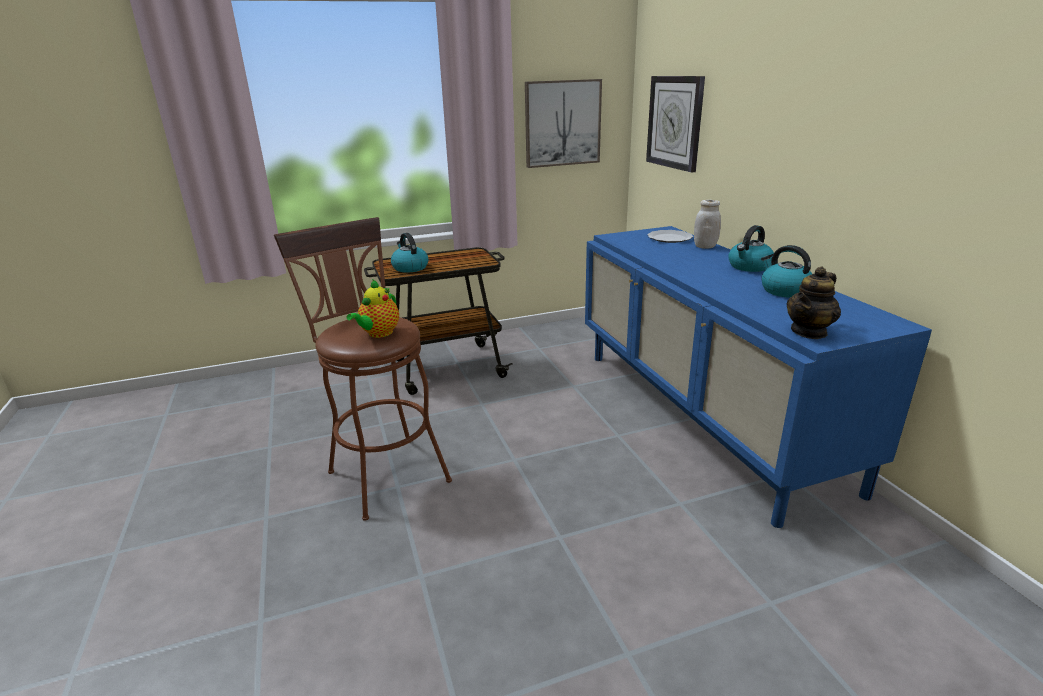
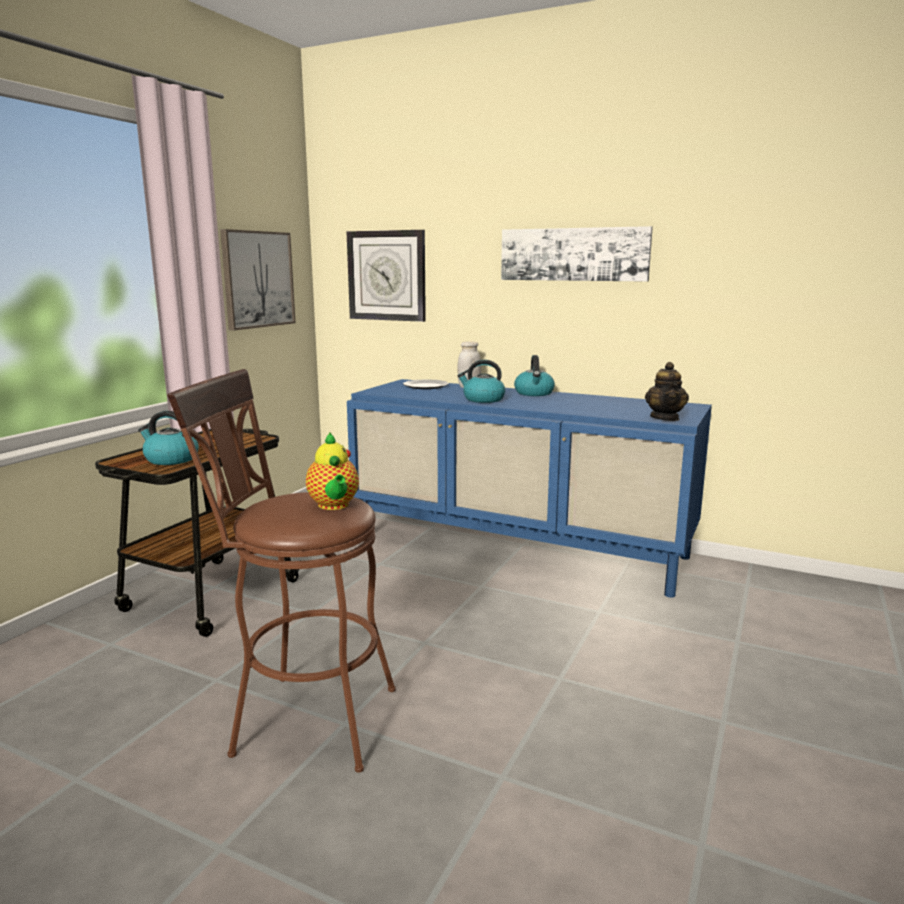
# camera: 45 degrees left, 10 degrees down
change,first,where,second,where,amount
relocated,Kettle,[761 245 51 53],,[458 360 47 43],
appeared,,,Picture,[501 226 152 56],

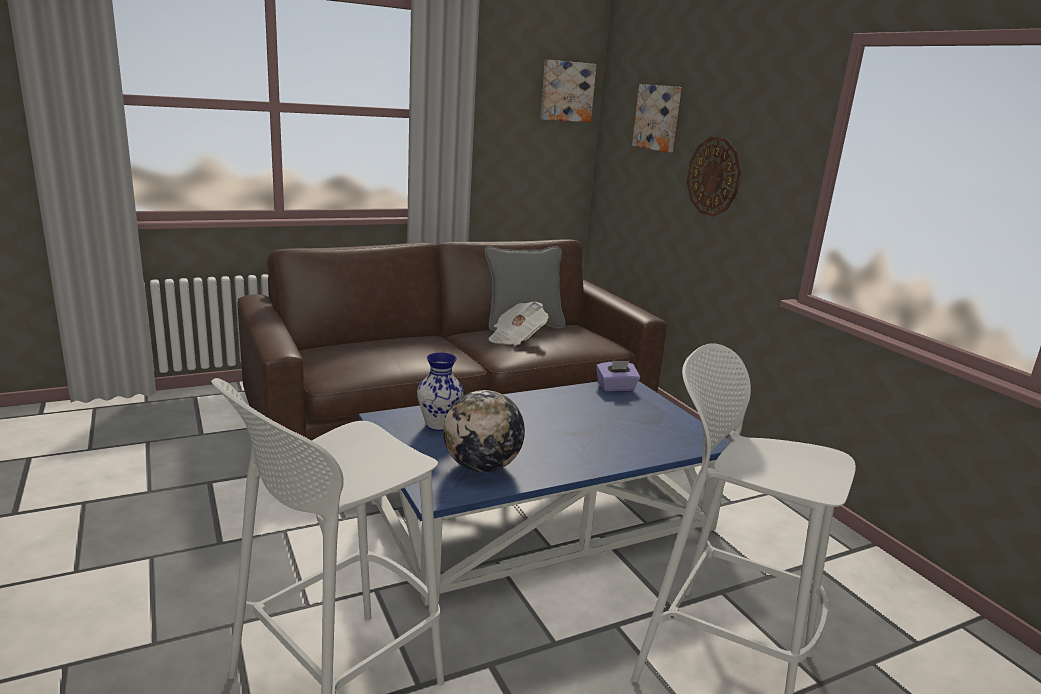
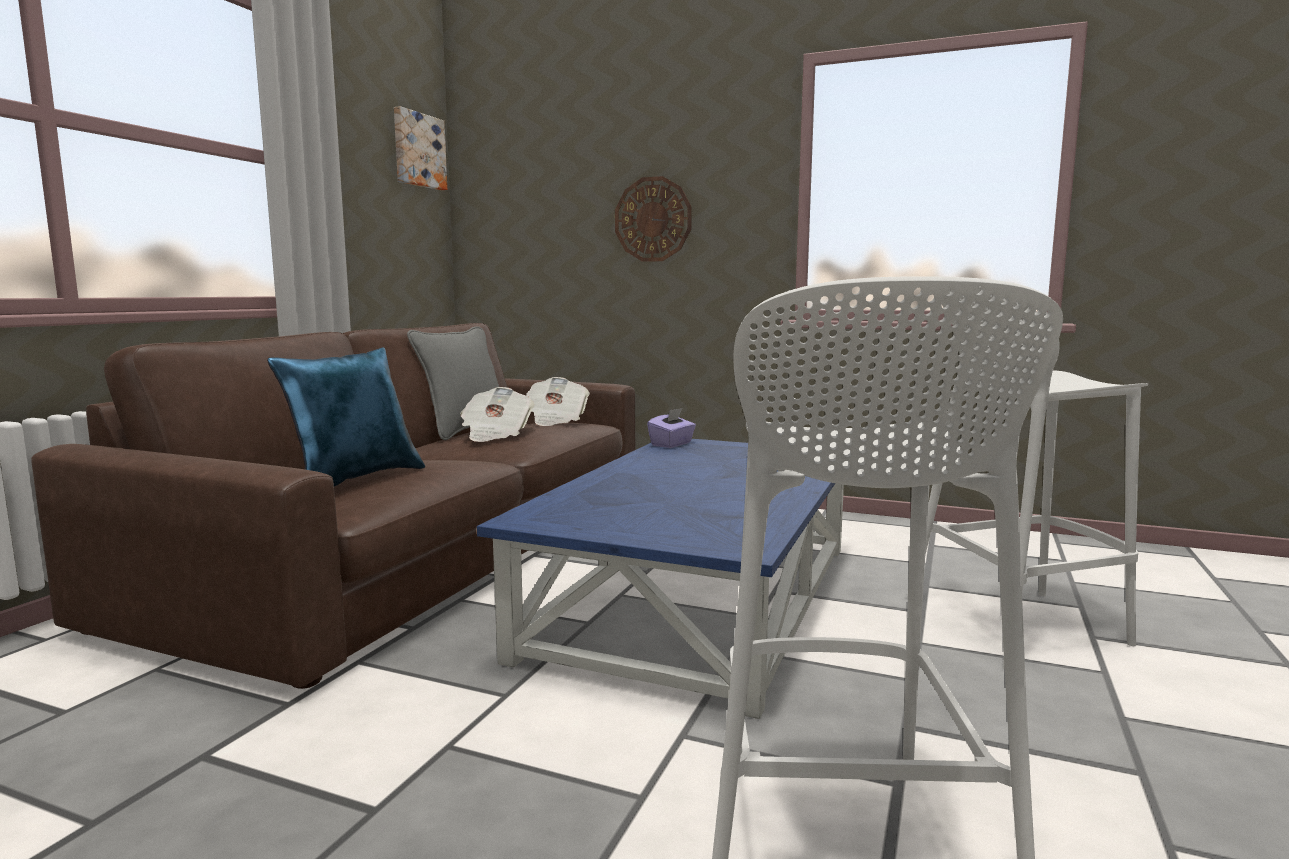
# camera: 40 degrees left, 10 degrees down
change,first,where,second,where,amount
appeared,,,BluePillow,[267 347 158 140],
appeared,,,Newspaper,[526 377 64 49],
missing,Vase,[417 352 47 79],,,
missing,Globe,[443 390 82 82],,,
missing,Picture,[632 84 50 69],,,

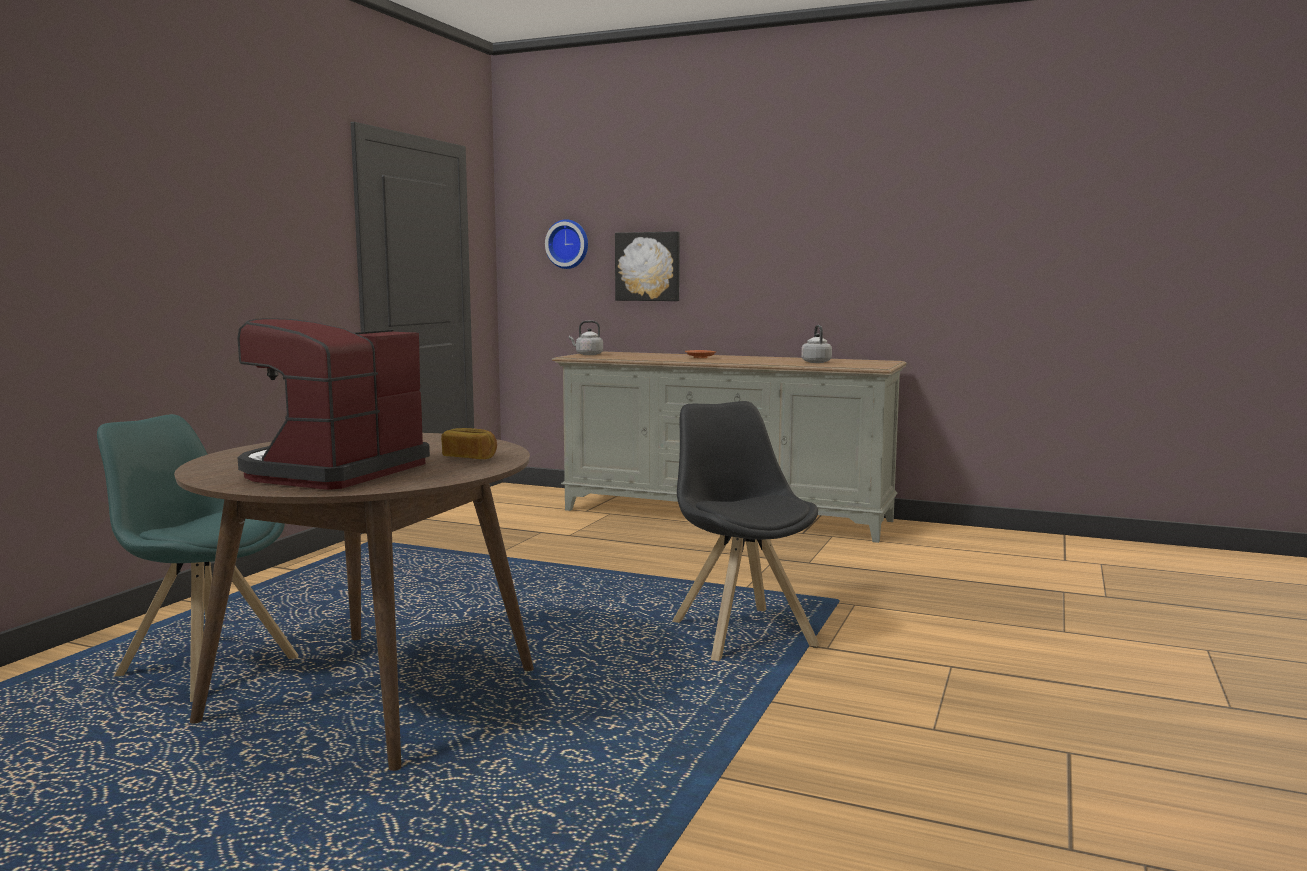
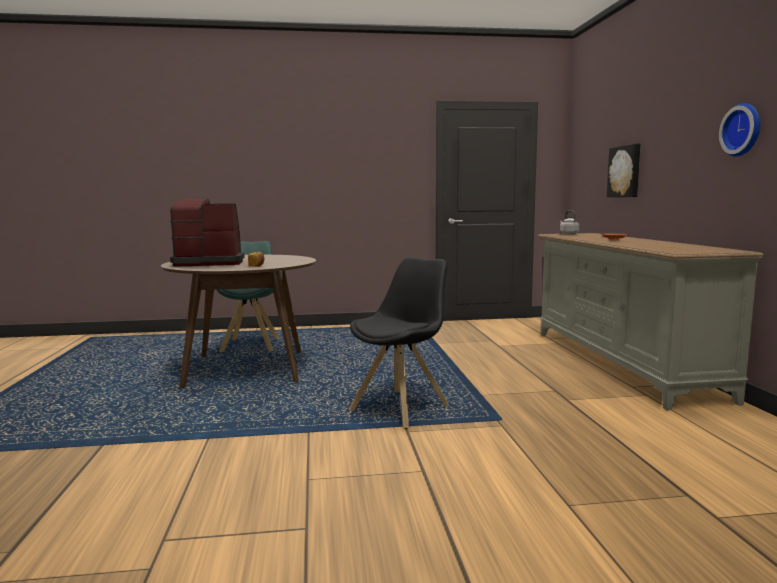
# camera: 60 degrees right, 0 degrees up
change,first,where,second,where,amount
relocated,WallClock,[545 219 43 50],,[719 103 42 54],
missing,GreyKettle,[801 325 31 38],,,

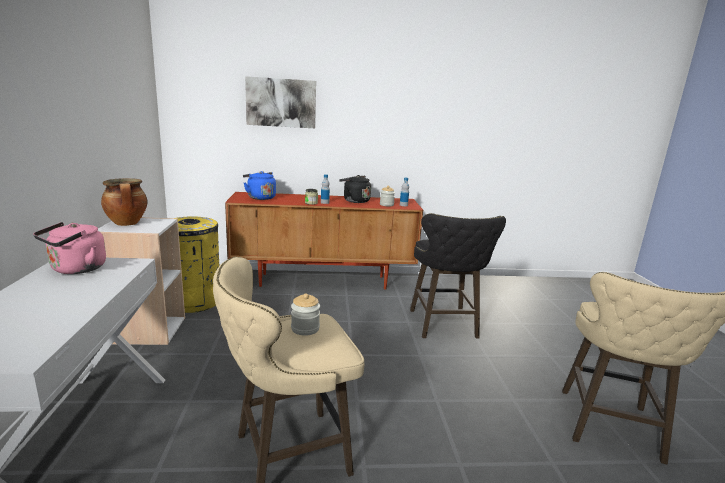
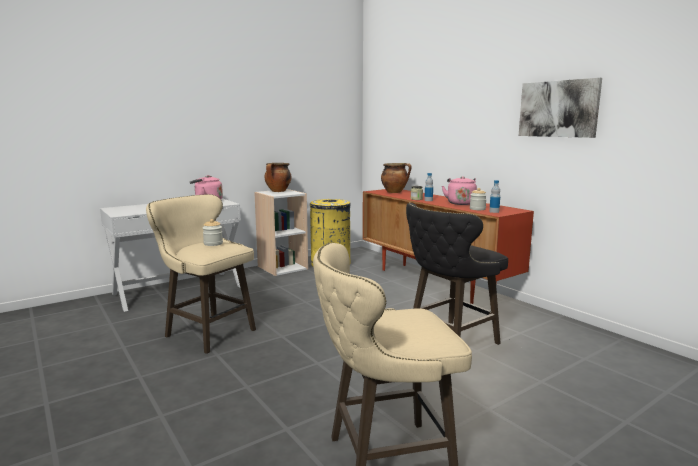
# camera: 60 degrees right, 5 degrees down
change,first,where,second,where,amount
exchanged,BlueKettle,[243 171 33 29],CookingPot,[381 163 31 30],
colour,BlackKettle,[339 175 32 28],PinkKettle,[442 176 35 29],
relocated,Picture,[245 76 71 52],,[519 78 83 60],

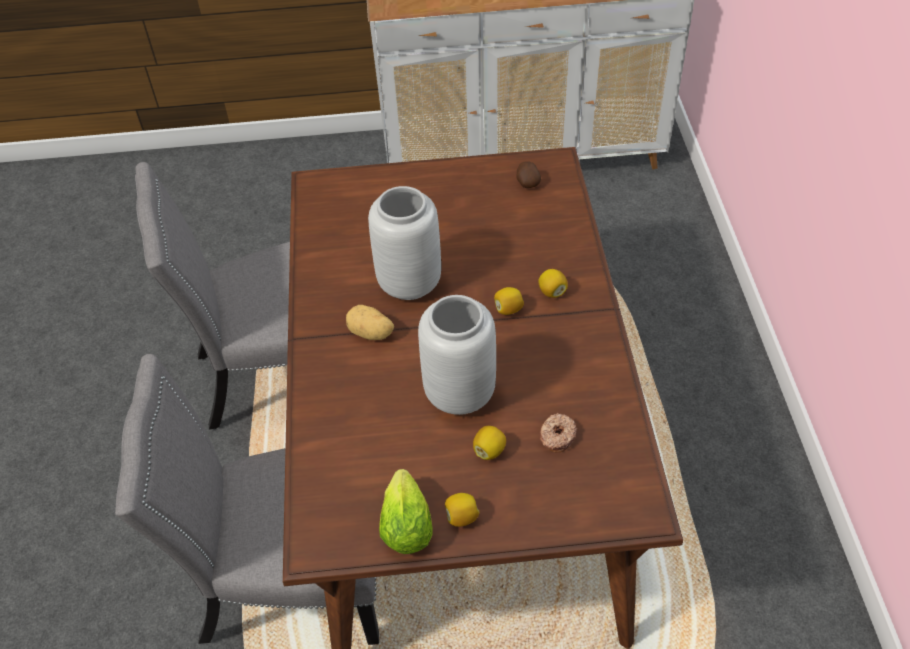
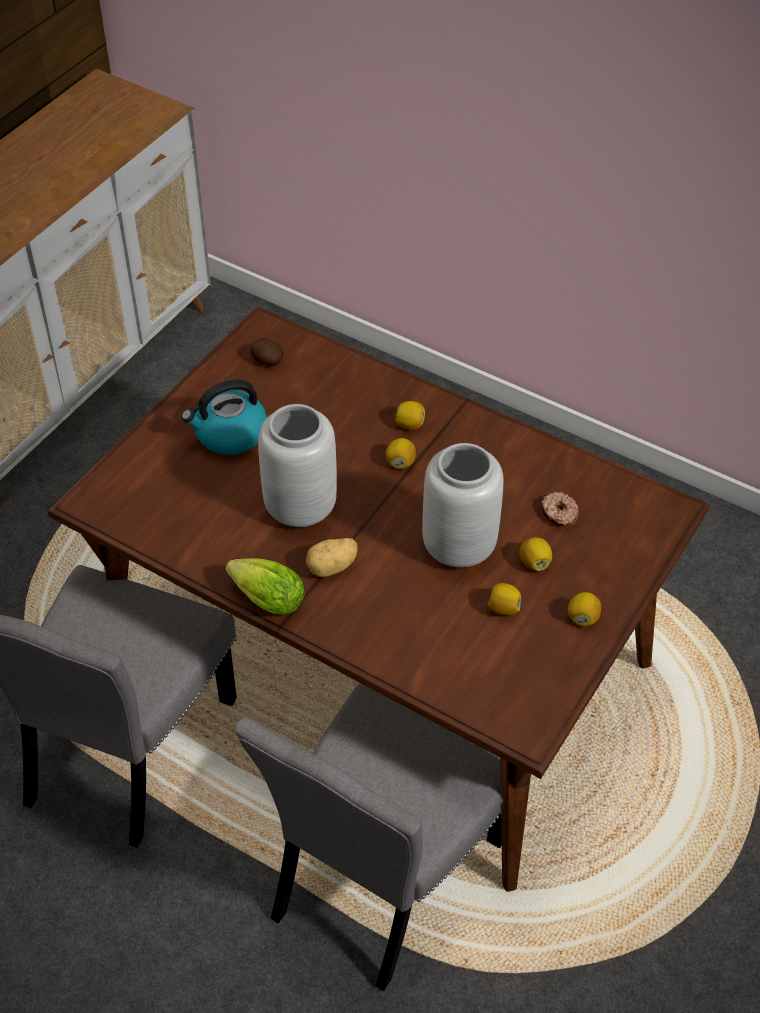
# camera: 55 degrees left, 0 degrees up
change,first,where,second,where,amount
appeared,,,Kettle,[181 379 86 76],
relocated,Lettuce,[379 469 54 85],,[226 558 79 56],
appeared,,,Lemon,[488 583 33 32],

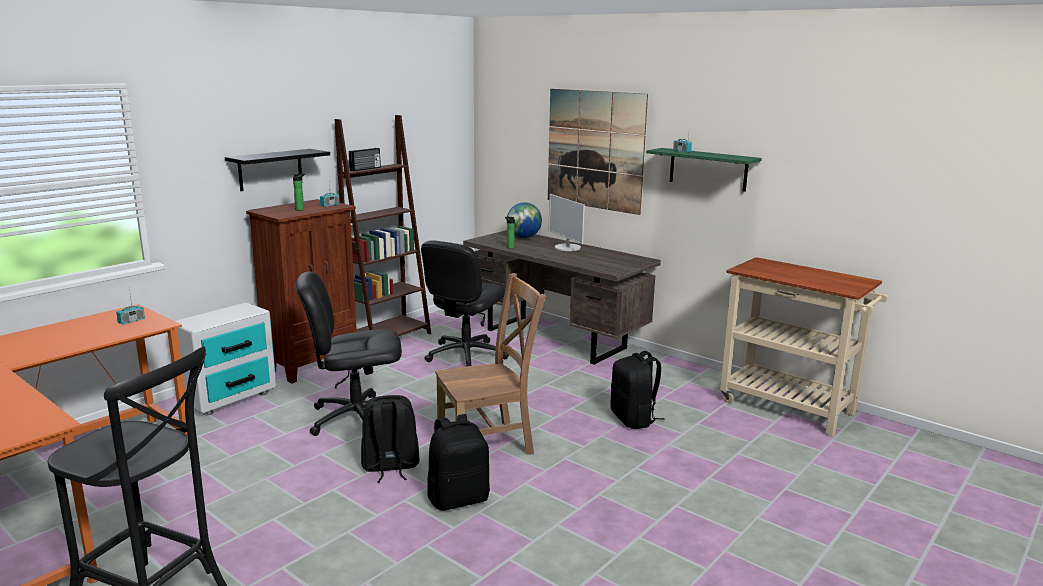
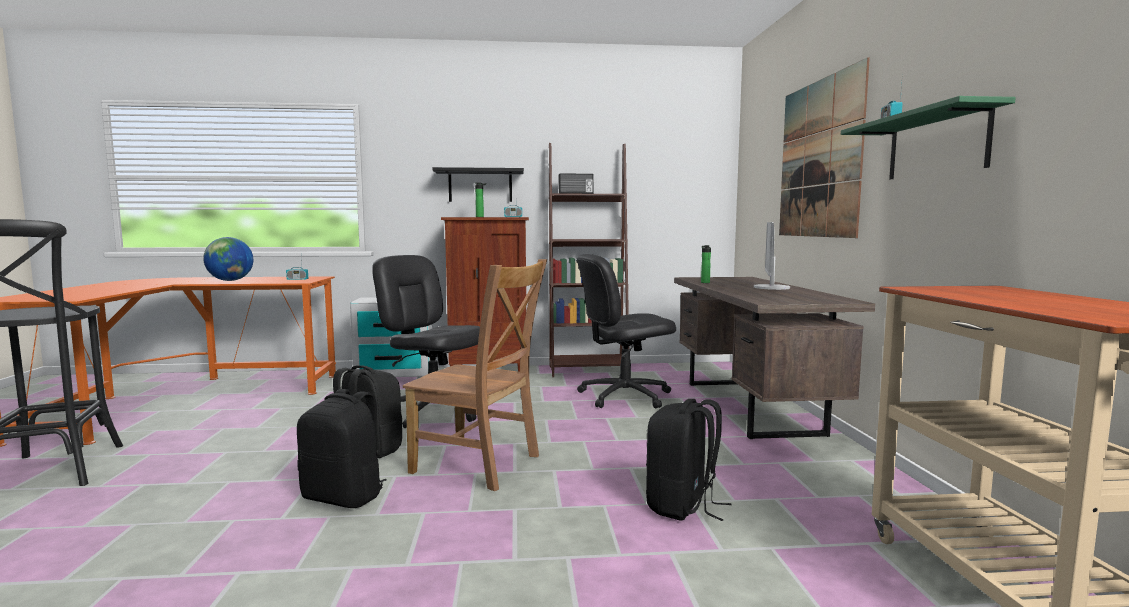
# camera: 45 degrees right, 10 degrees down
change,first,where,second,where,amount
relocated,Globe,[507 202 35 36],,[203 237 50 44],

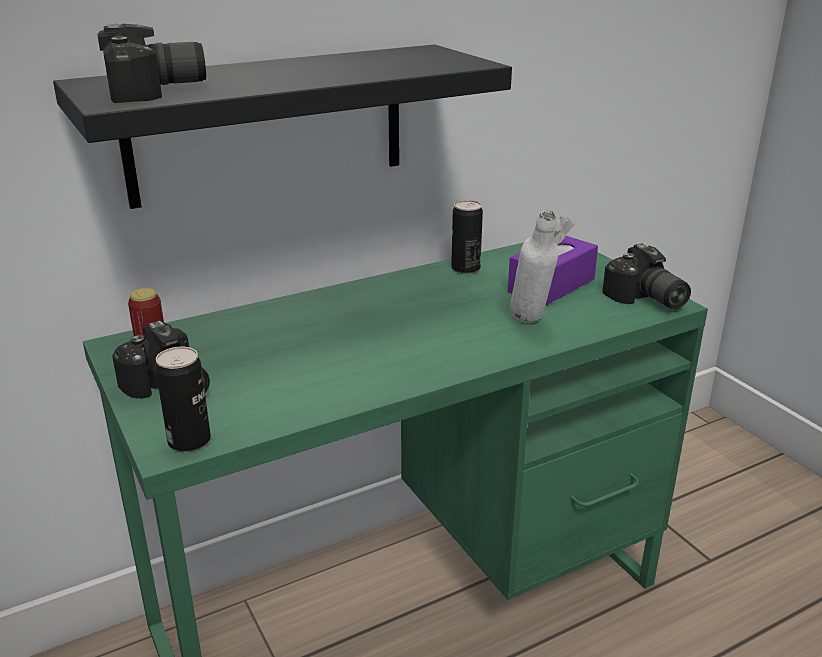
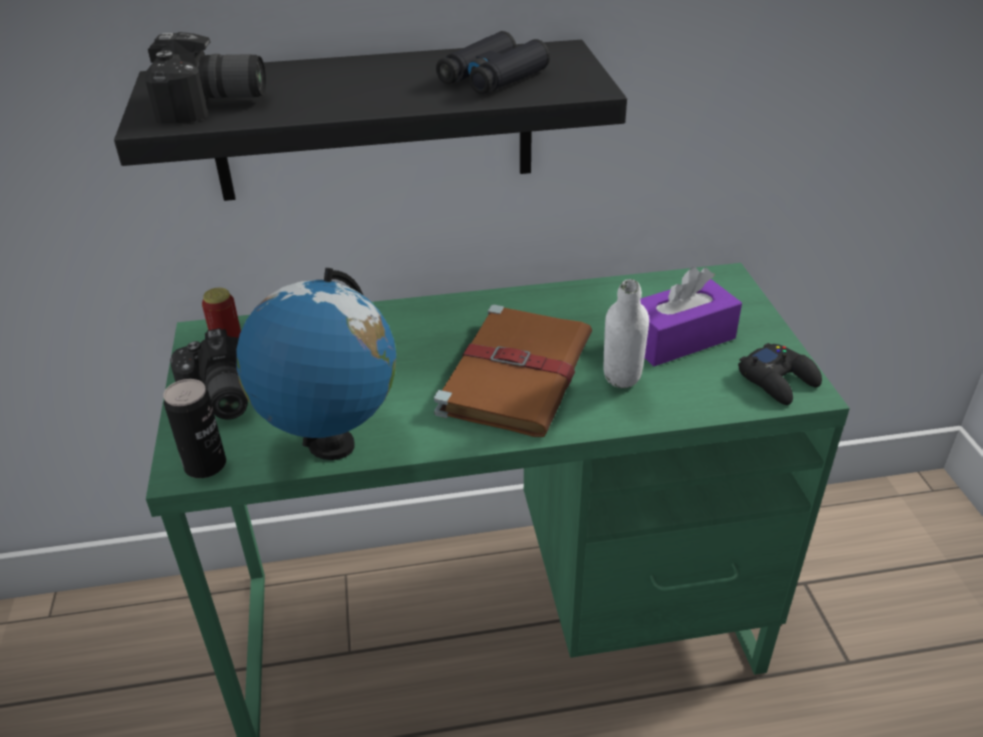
# camera: 20 degrees right, 10 degrees up
change,first,where,second,where,amount
appeared,,,Globe,[236 268 160 192],
appeared,,,BrownBook,[434 305 158 132],
appeared,,,BlackBinoculars,[436 31 114 63],
exchanged,PhotoCamera,[602 243 89 66],BlackGameController,[738 343 84 62],
missing,Can,[451 200 32 74],,,

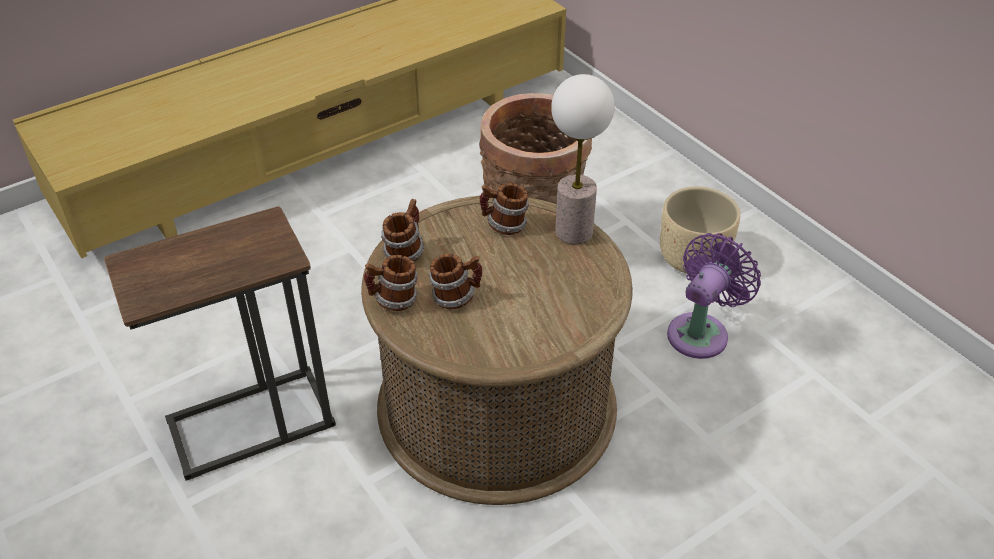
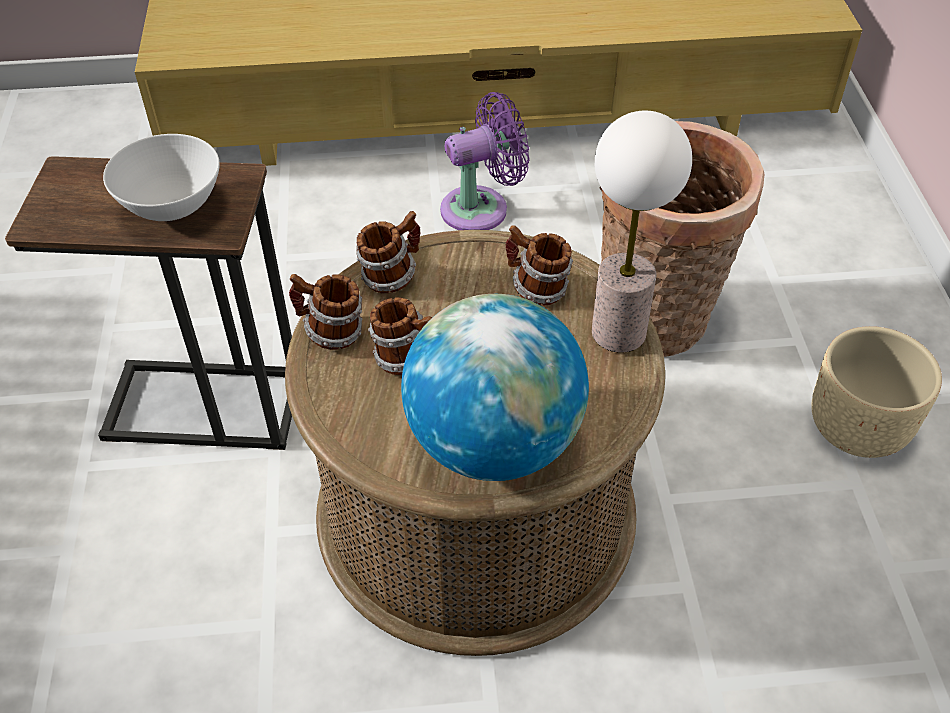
# camera: 30 degrees right, 5 degrees up
change,first,where,second,where,amount
appeared,,,WhiteBowl,[103 134 117 87],
appeared,,,Globe,[401 294 188 187],
relocated,PurpleFan,[667 233 94 126],,[440 92 90 138],

